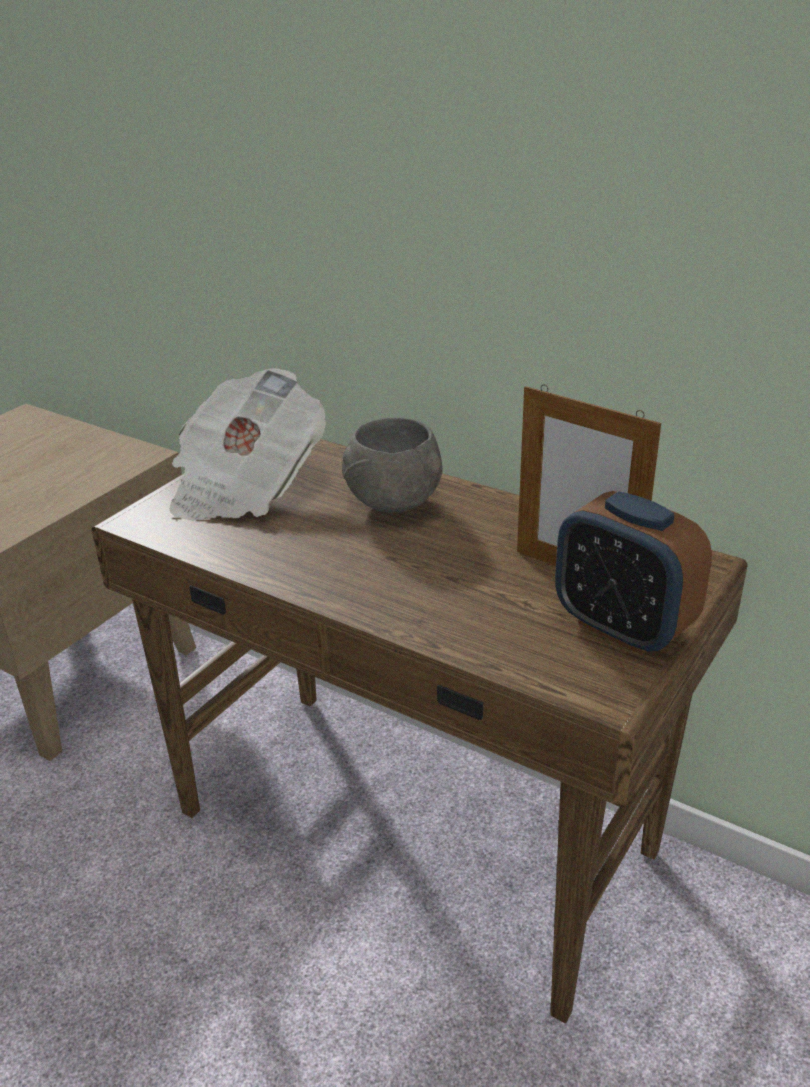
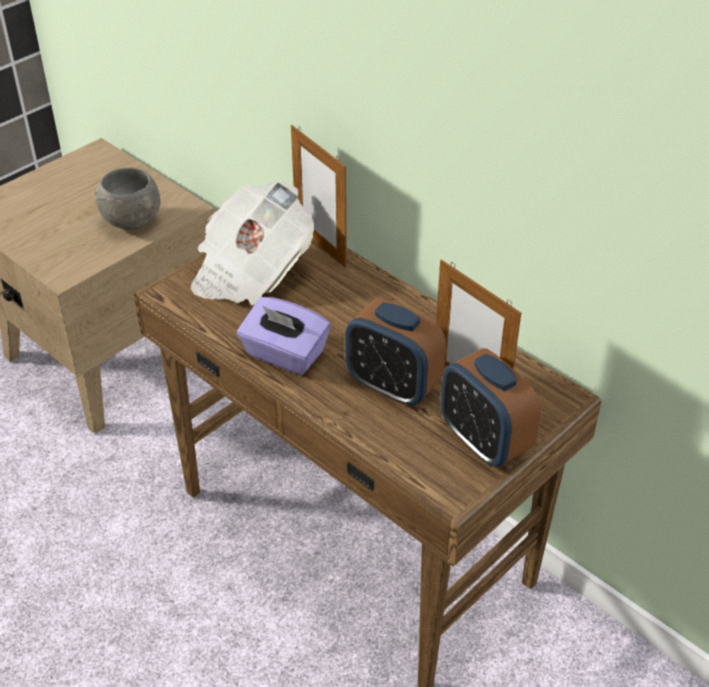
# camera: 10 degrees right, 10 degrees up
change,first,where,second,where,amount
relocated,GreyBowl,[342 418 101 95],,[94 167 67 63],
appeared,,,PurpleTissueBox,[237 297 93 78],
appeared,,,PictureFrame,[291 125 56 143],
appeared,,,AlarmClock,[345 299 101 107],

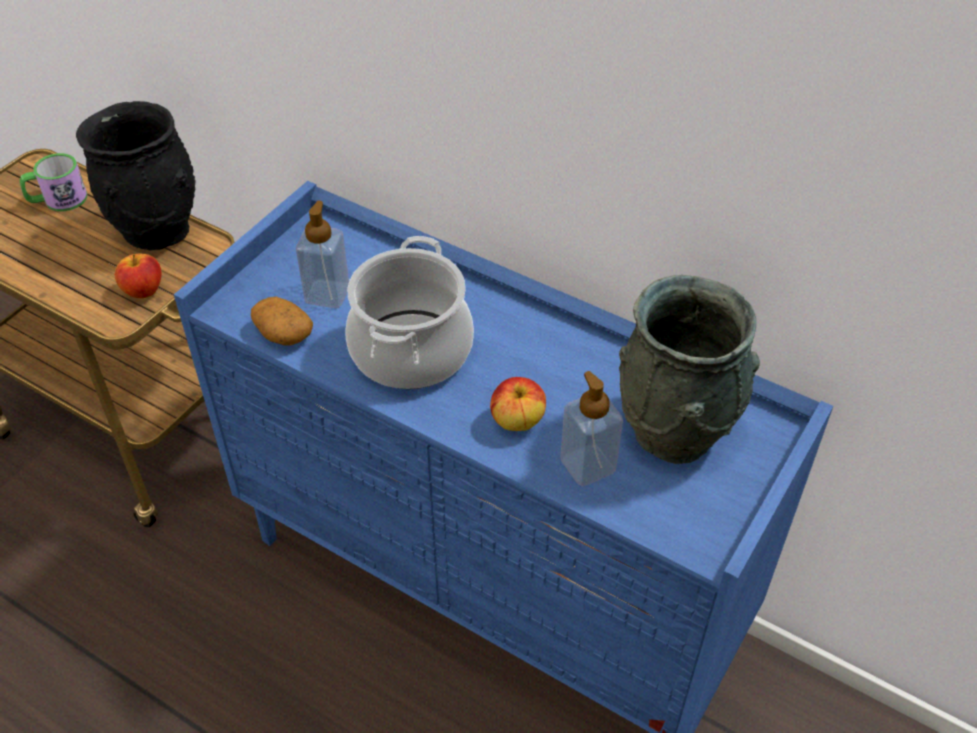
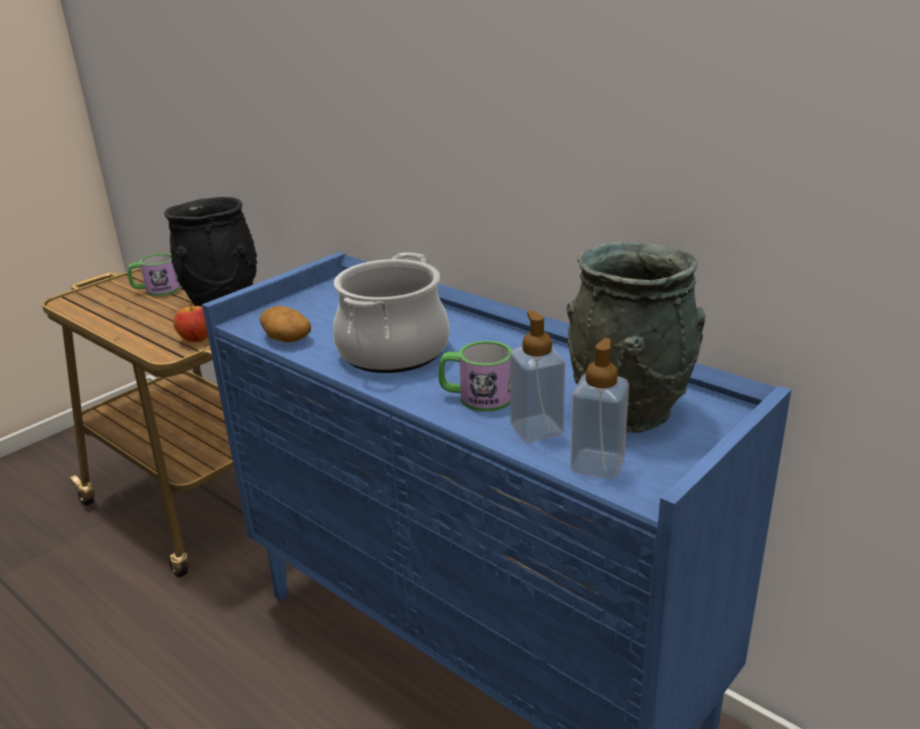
# camera: 10 degrees right, 20 degrees down
change,first,where,second,where,amount
exchanged,Apple,[490 377 56 54],Mug,[438 341 74 71],
relocated,SoapDispenser,[296 201 53 107],,[570 338 59 141],

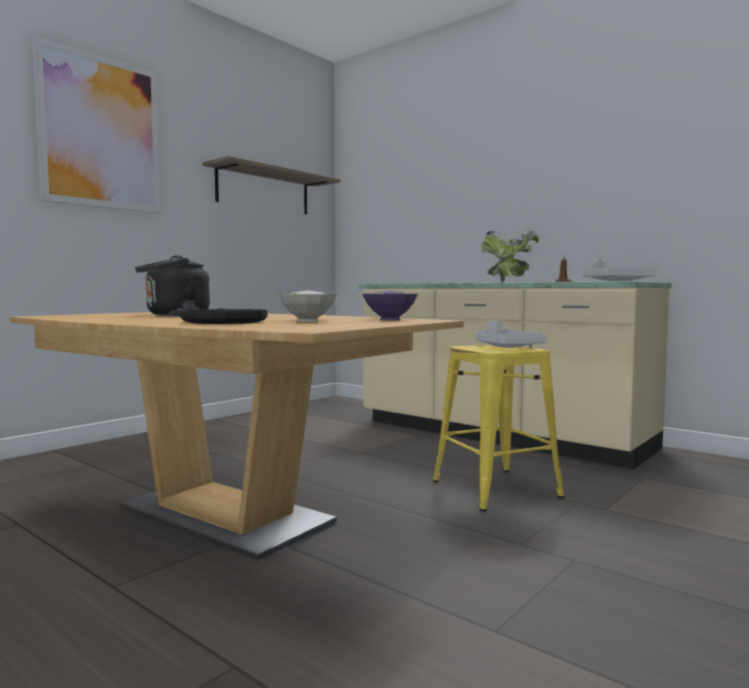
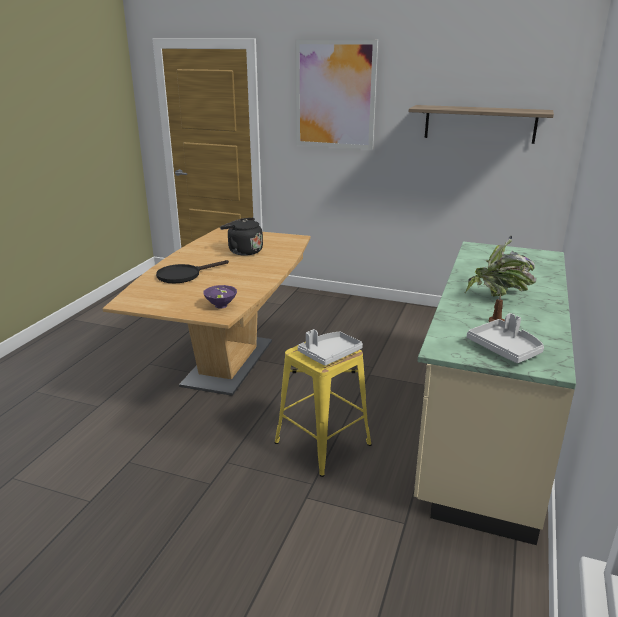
# camera: 70 degrees right, 20 degrees up
change,first,where,second,where,amount
missing,WhiteBowl,[278 291 59 31],,,

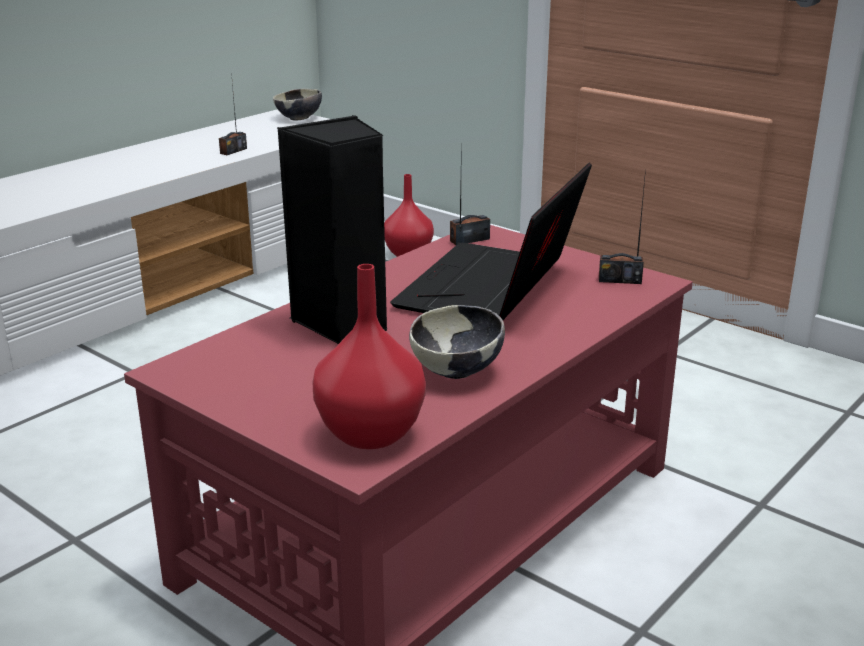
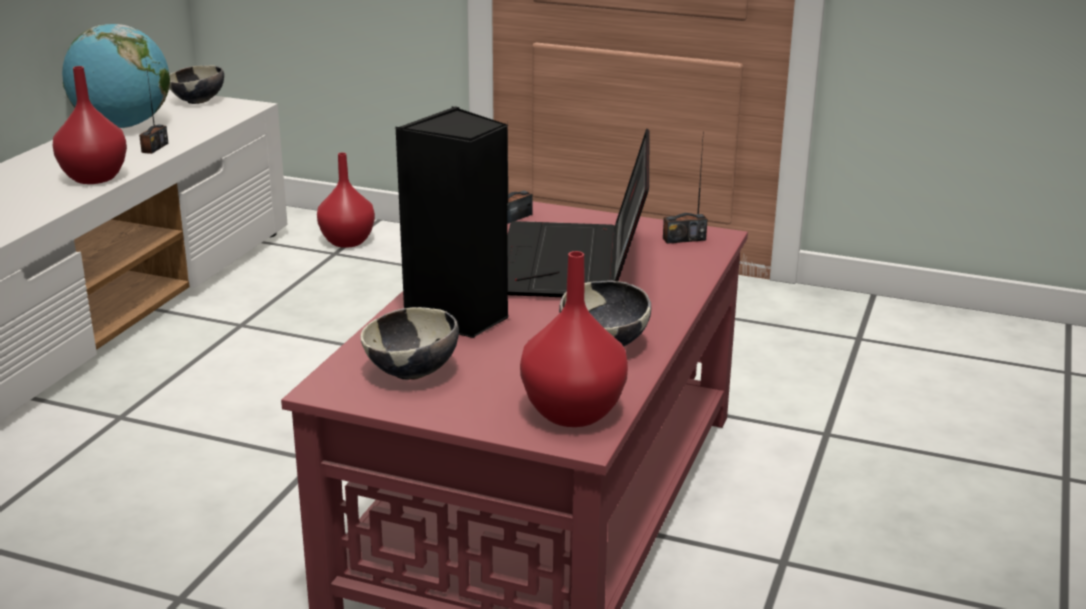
# camera: 20 degrees left, 0 degrees up
change,first,where,second,where,amount
appeared,,,RedVase,[53 66 74 118],
appeared,,,Globe,[62 24 108 104],
appeared,,,Bowl,[360 307 99 73],

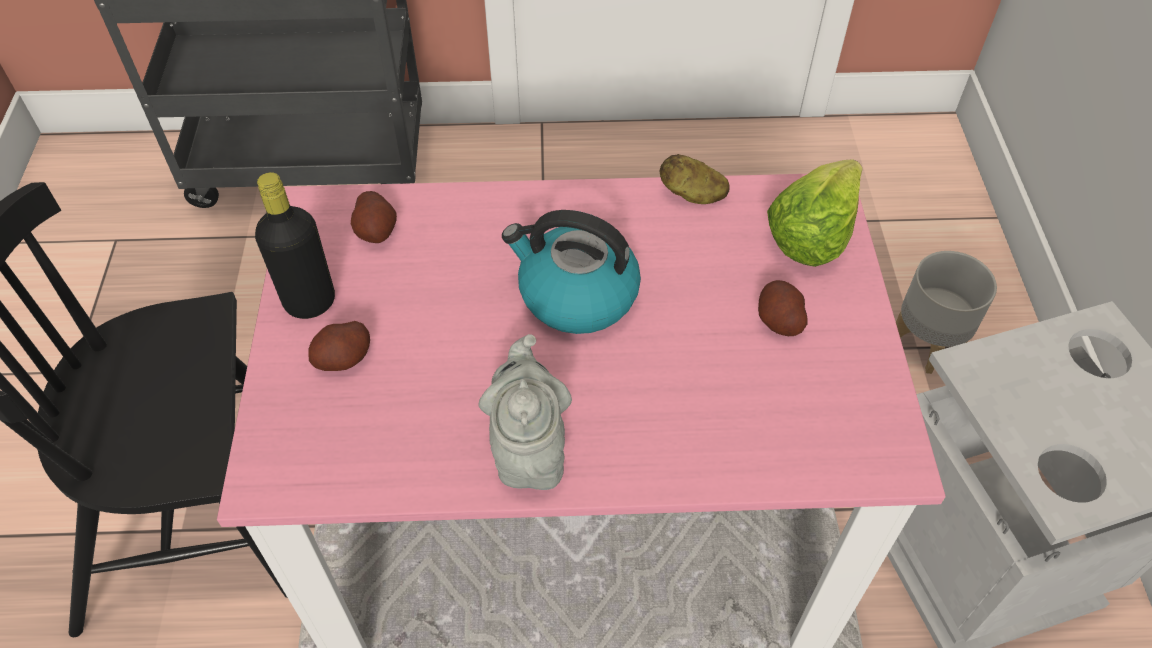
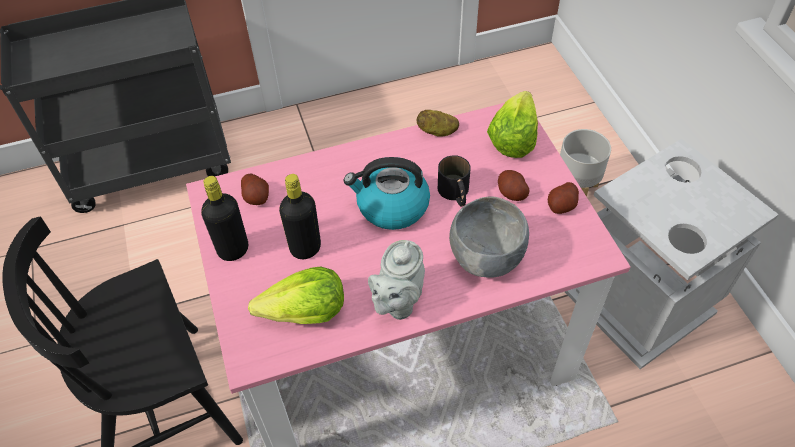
# camera: 15 degrees left, 0 degrees up
change,first,where,second,where,amount
appeared,,,Lettuce,[248 266 96 58],
appeared,,,BlackBottle,[279 174 42 85],
spun,GreyTeapot,[478 334 94 156],,[368 240 57 80],135 degrees counterclockwise
appeared,,,BlackMug,[438 155 32 51],
appeared,,,GreyBowl,[449 197 80 81],
relocated,Potato,[308 321 62 50],,[548 182 31 32],

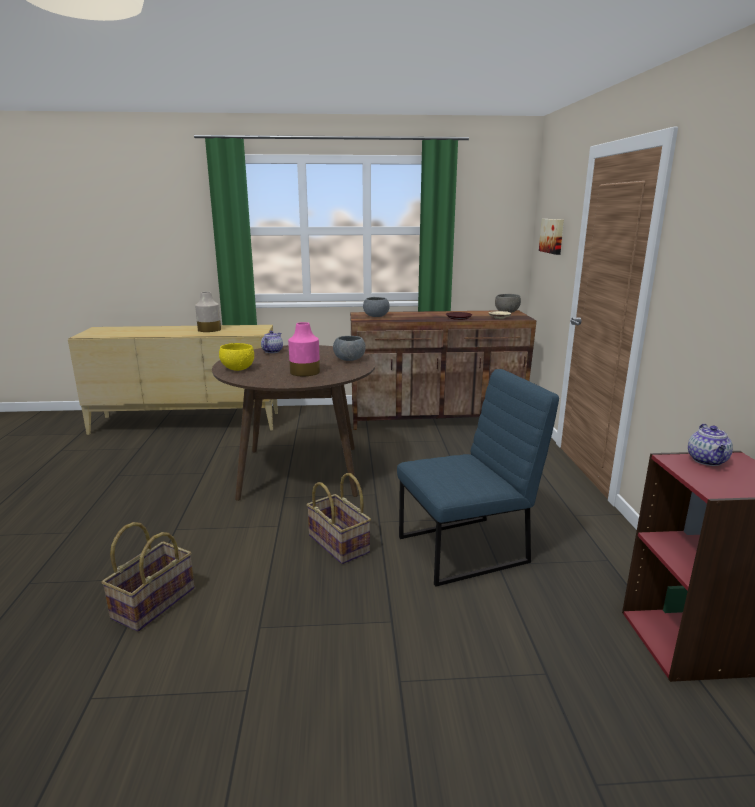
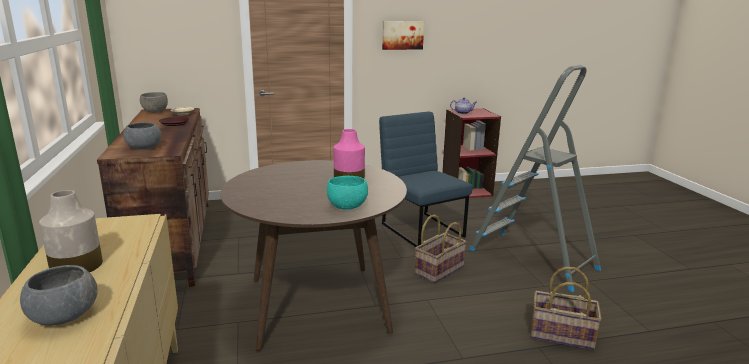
# camera: 100 degrees left, 0 degrees up
change,first,where,second,where,amount
relocated,GreyBowl,[333 336 33 25],,[20 265 78 60],
colour,YellowBowl,[219 343 35 28],TurquoiseBowl,[327 176 41 34],
relocated,Picture,[539 219 25 36],,[382 21 42 29],
appeared,,,GreyStepLadder,[470 65 131 227],
missing,Teapot,[261 331 22 22],,,

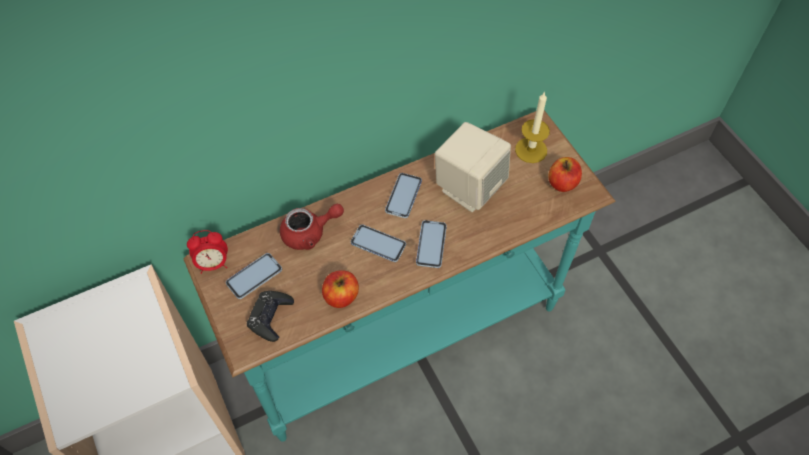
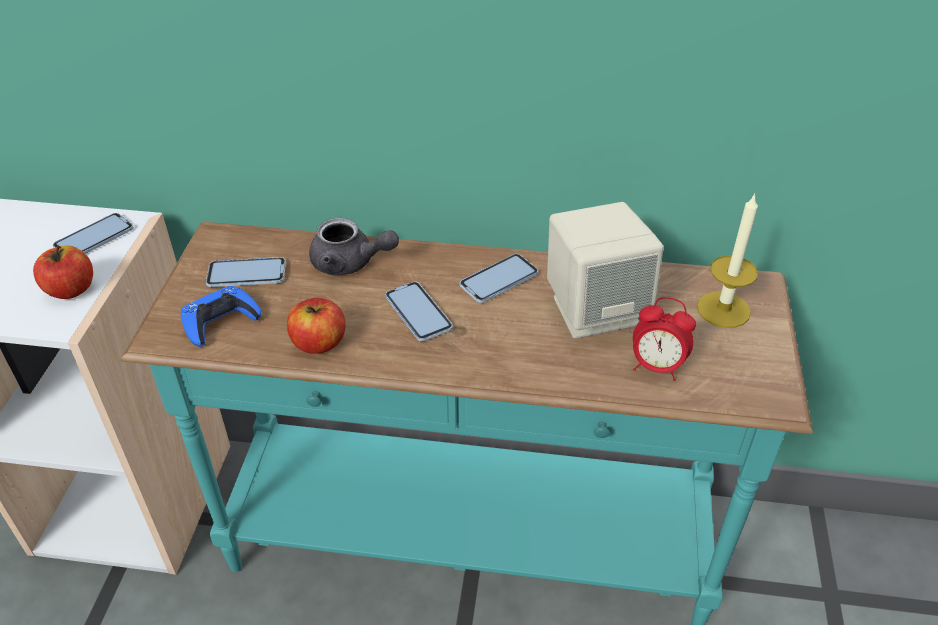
# camera: 35 degrees right, 15 degrees down
change,first,where,second,where,amount
relocated,Apple,[548 157 34 35],,[33 246 60 53],
relocated,Phone,[416 220 31 48],,[53 213 81 41],
colour,BlackGameController,[247 291 47 51],BlueGameController,[181 286 80 61],
colour,RedTeapot,[280 204 64 46],GreyTeapot,[309 218 90 57],
relocated,AlarmClock,[187 230 41 44],,[633 297 63 84],

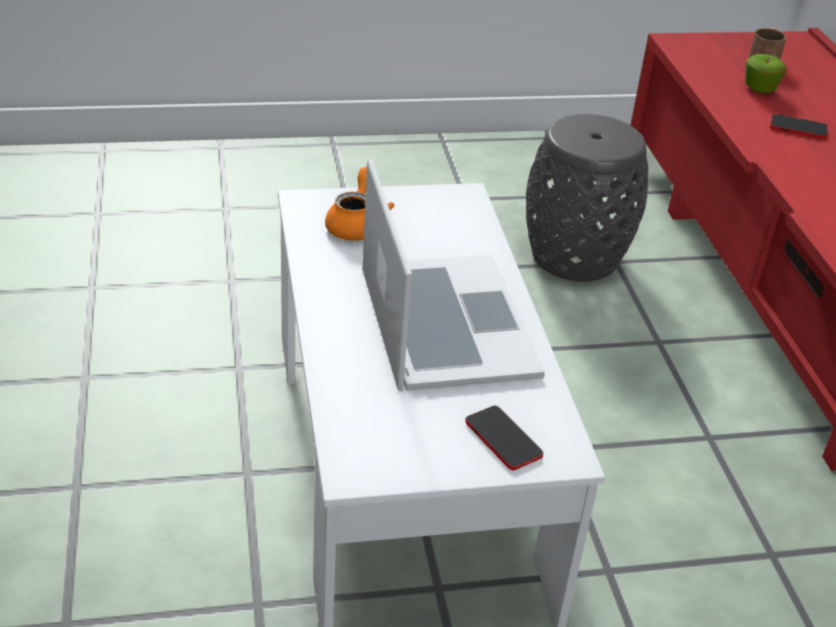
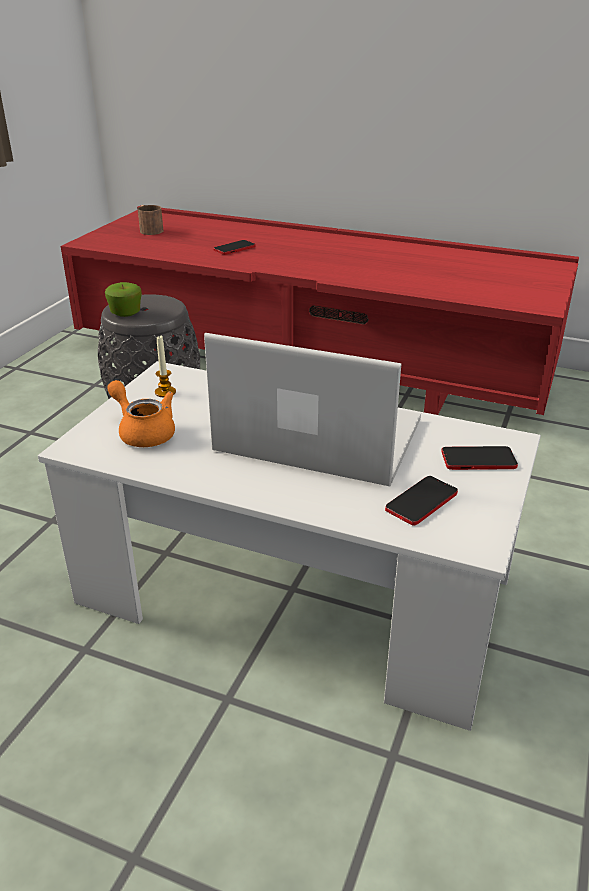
# camera: 55 degrees left, 5 degrees down
change,first,where,second,where,amount
relocated,Apple,[745 54 42 39],,[105 282 37 35],
appeared,,,Candle,[155 335 21 62],
appeared,,,Phone,[385 476 73 50],

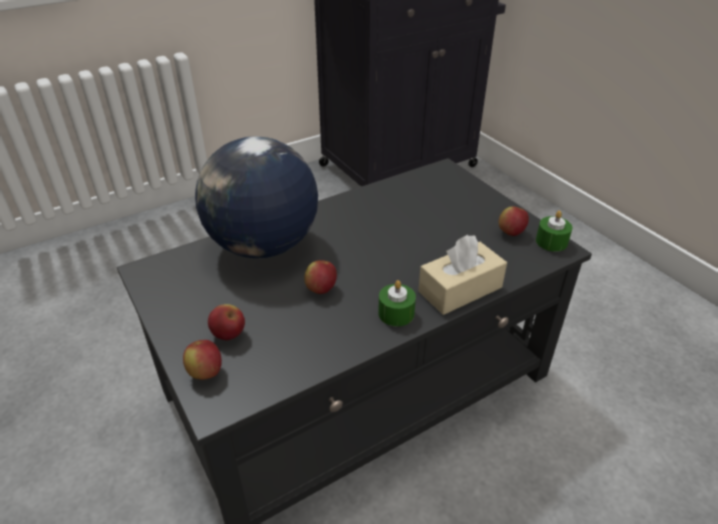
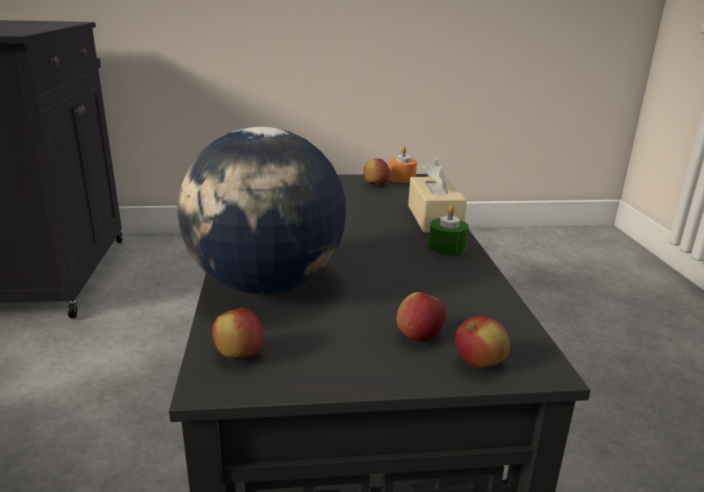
# camera: 65 degrees left, 15 degrees down
change,first,where,second,where,amount
relocated,Apple,[304 260 33 34],,[212 308 51 50],
colour,GreenCandle,[536 211 36 41],OrangeCandle,[389 146 28 37],

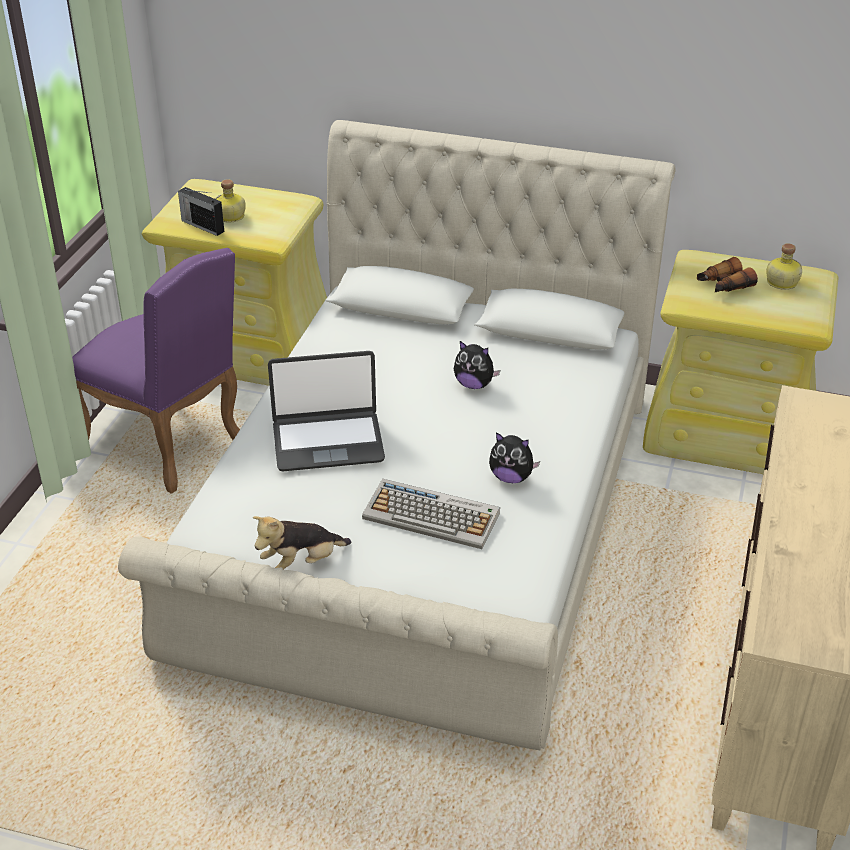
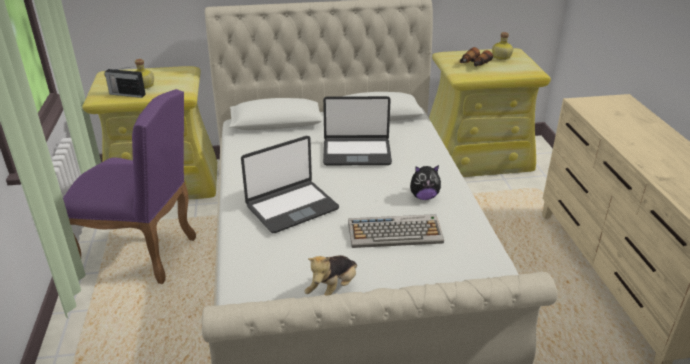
# camera: 25 degrees left, 5 degrees down
change,first,where,second,where,amount
exchanged,PlushToy,[454 341 46 48],Laptop,[323 96 69 69],

